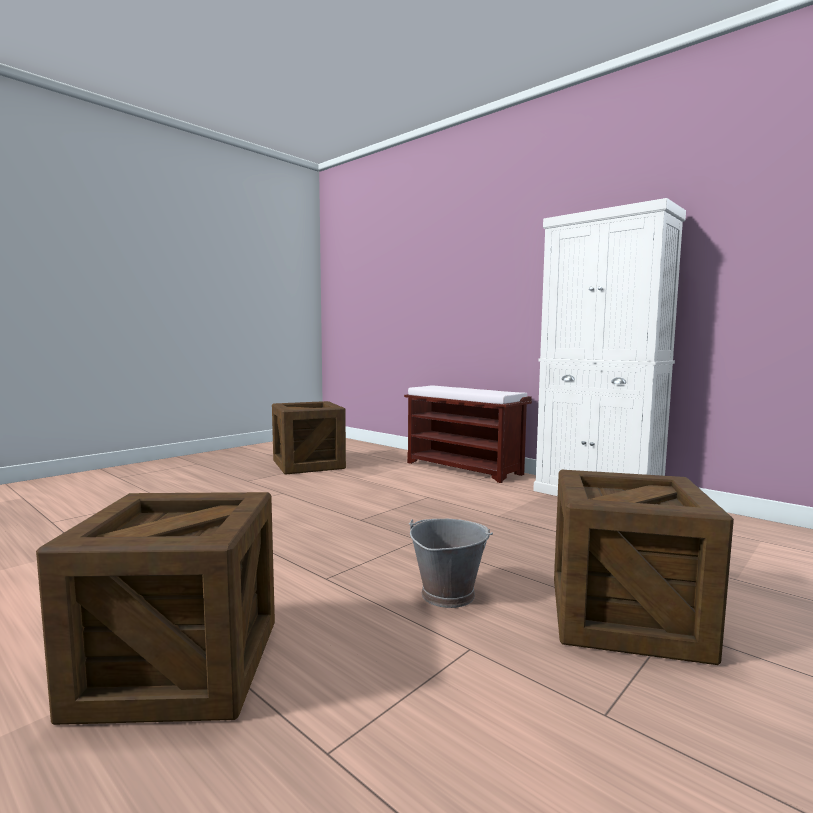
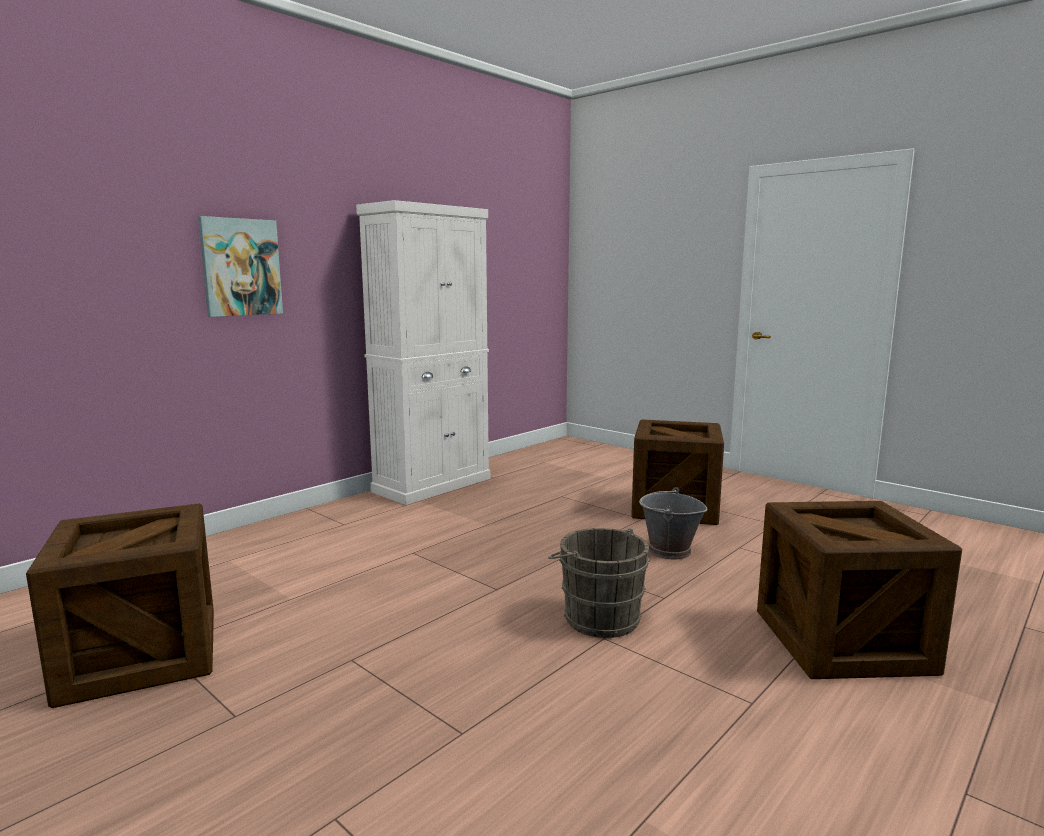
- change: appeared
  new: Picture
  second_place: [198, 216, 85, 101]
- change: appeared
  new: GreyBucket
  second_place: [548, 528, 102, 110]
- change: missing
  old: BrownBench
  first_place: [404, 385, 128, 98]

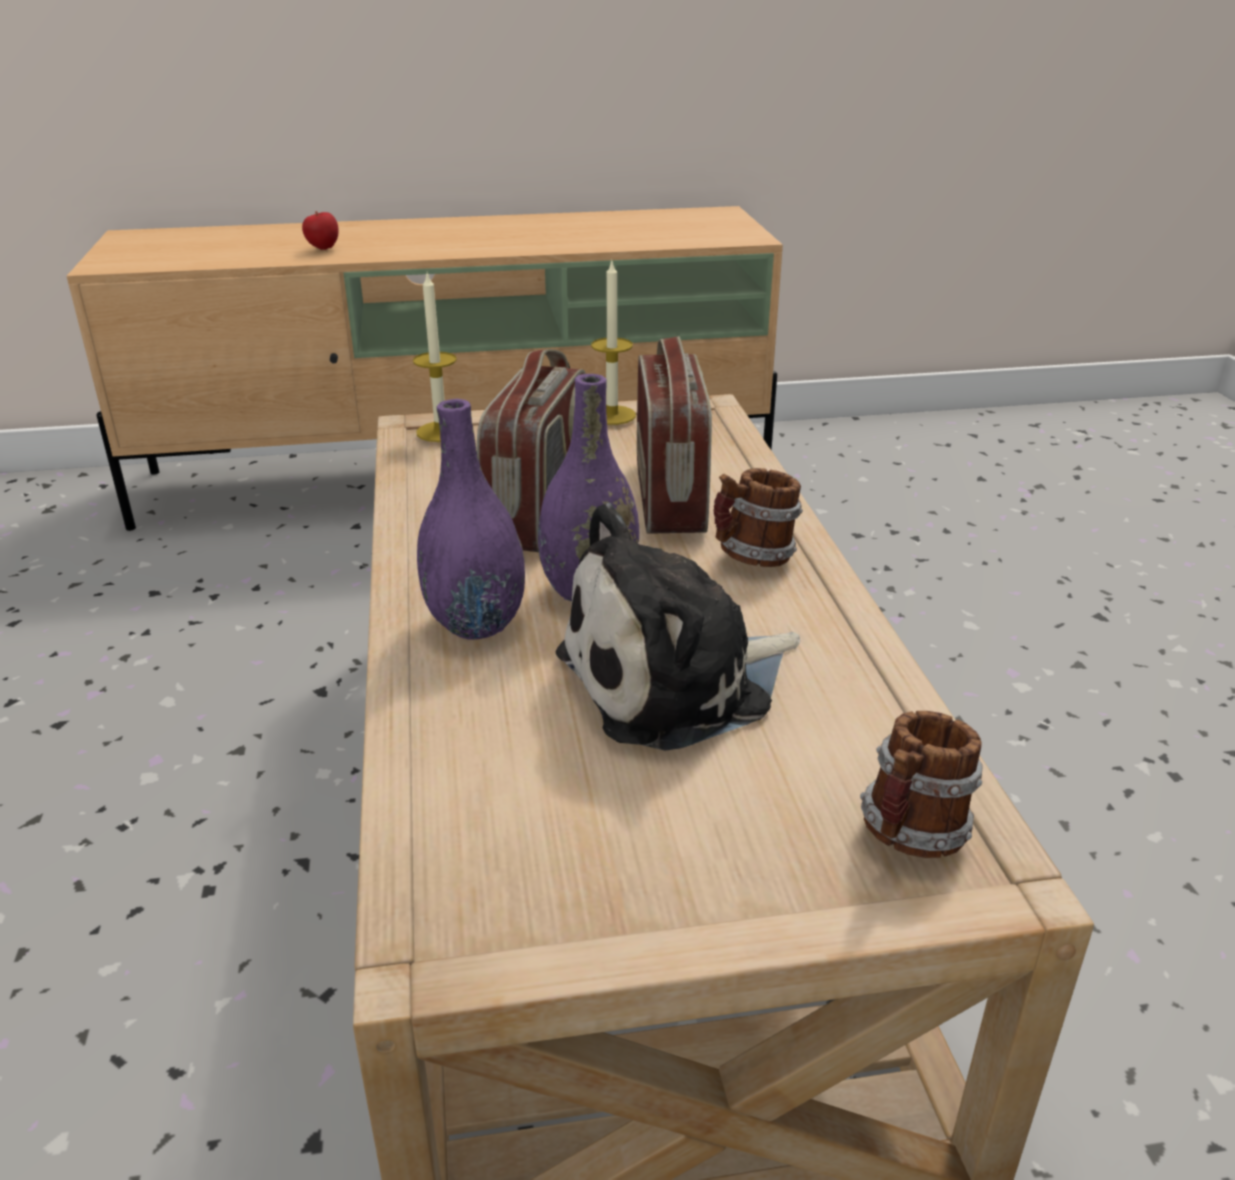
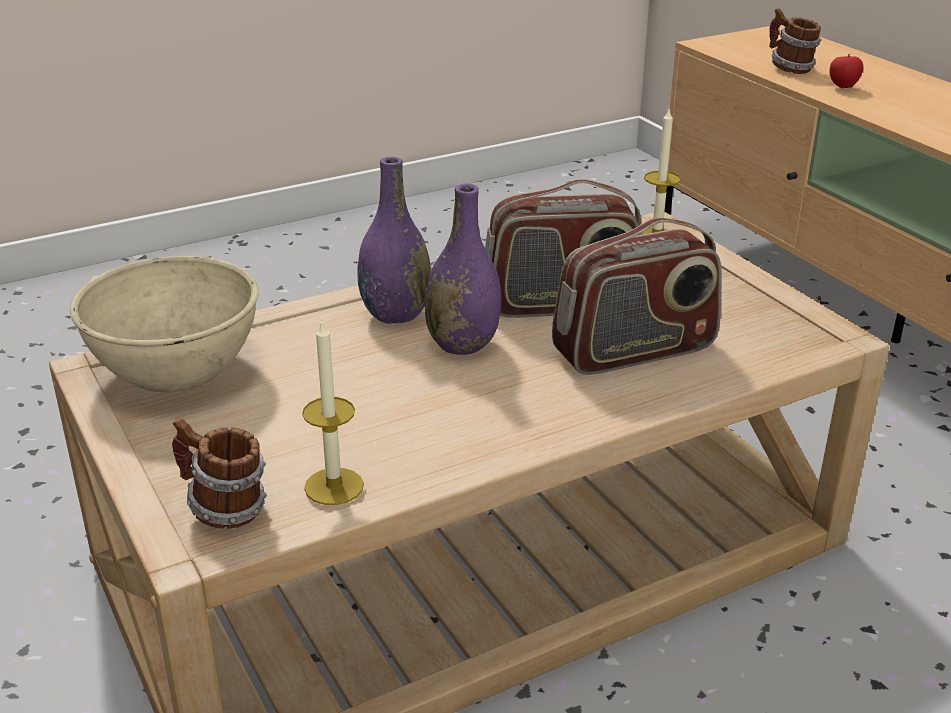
- change: appeared
  new: BeigeBowl
  second_place: [70, 256, 189, 136]
- change: relocated
  old: Candle
  first_place: [591, 260, 45, 165]
  second_place: [302, 322, 62, 183]
- change: relocated
  old: Mug
  first_place: [714, 468, 89, 99]
  second_place: [769, 8, 52, 66]
- change: missing
  old: PlushToy
  first_place: [556, 503, 244, 248]

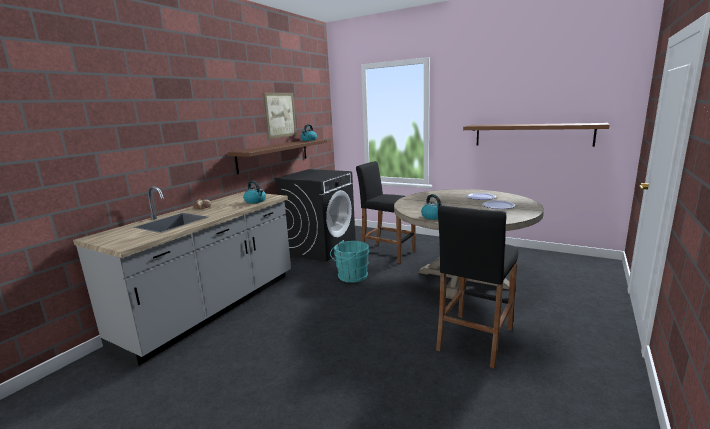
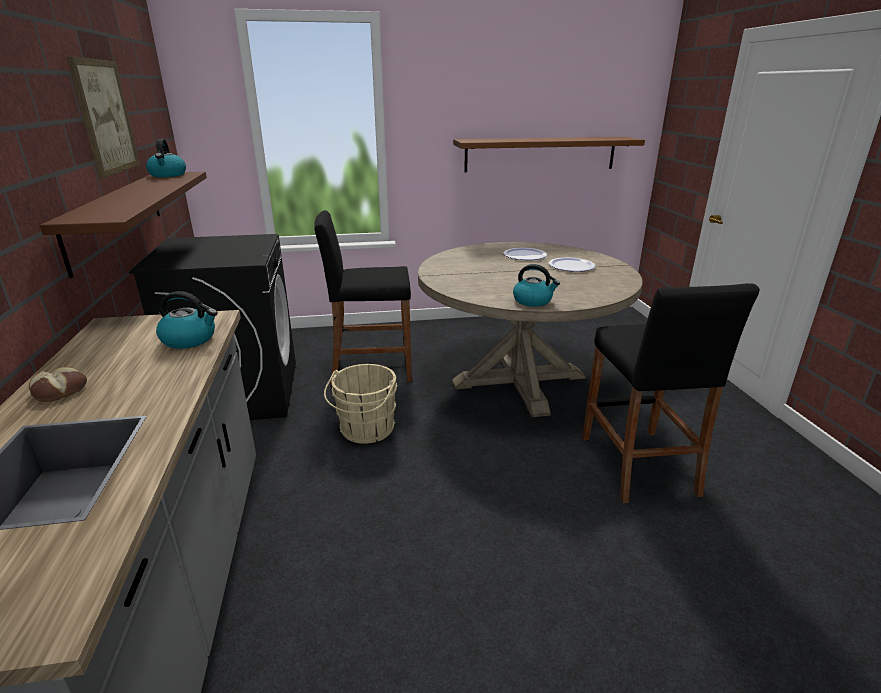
- change: colour
  old: TurquoiseBucket
  new: BeigeBucket
  first_place: [330, 240, 40, 43]
  second_place: [324, 364, 74, 80]

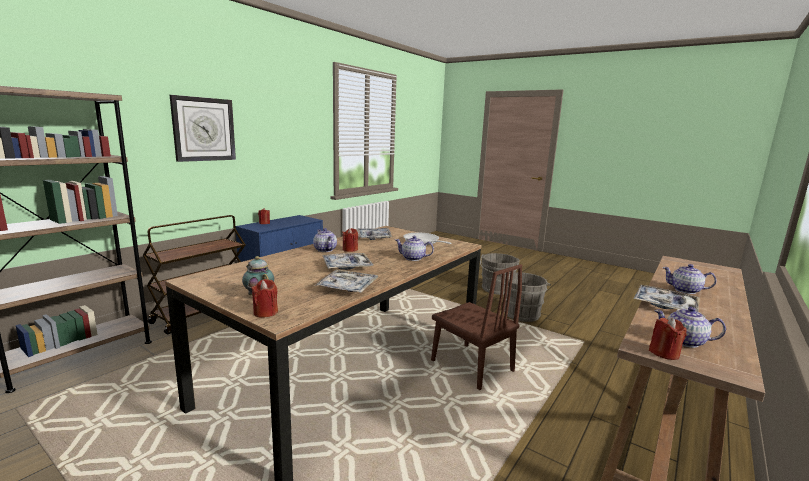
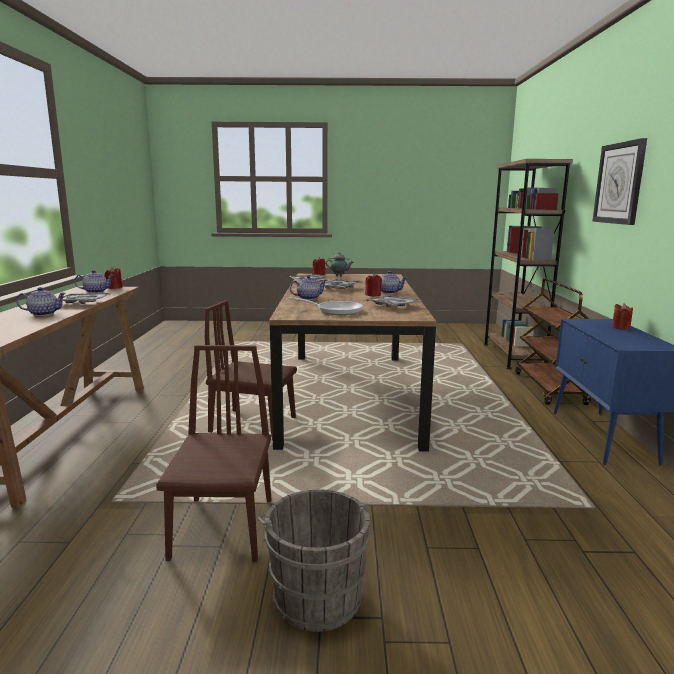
- change: exchanged
  old: GreyBucket
  new: BrownChair
  first_place: [504, 272, 47, 50]
  second_place: [156, 345, 115, 217]

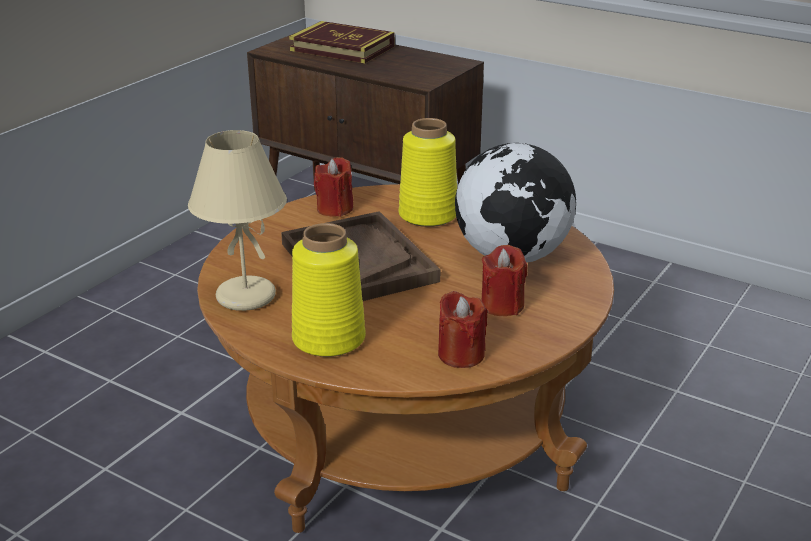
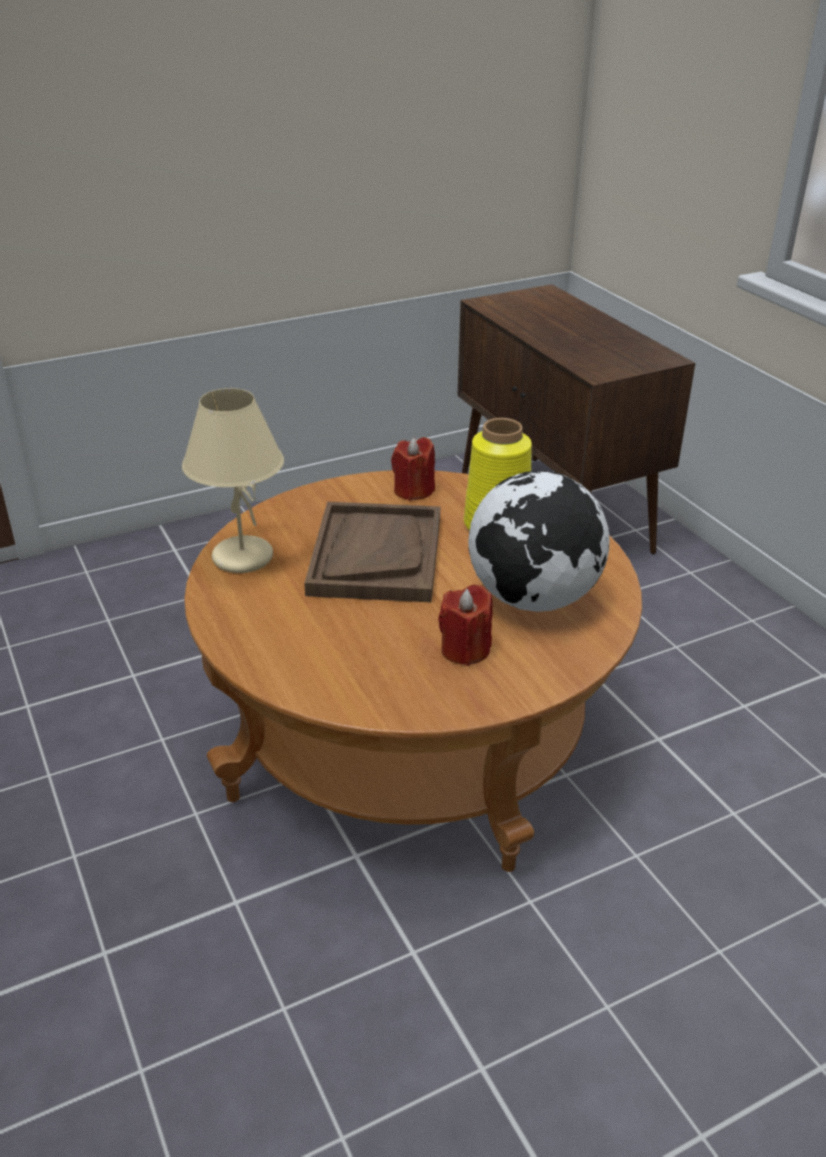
- change: missing
  old: Book
  first_place: [289, 21, 106, 42]
- change: missing
  old: YellowVase
  first_place: [292, 223, 74, 134]
- change: missing
  old: RedCandle
  first_place: [438, 291, 49, 77]

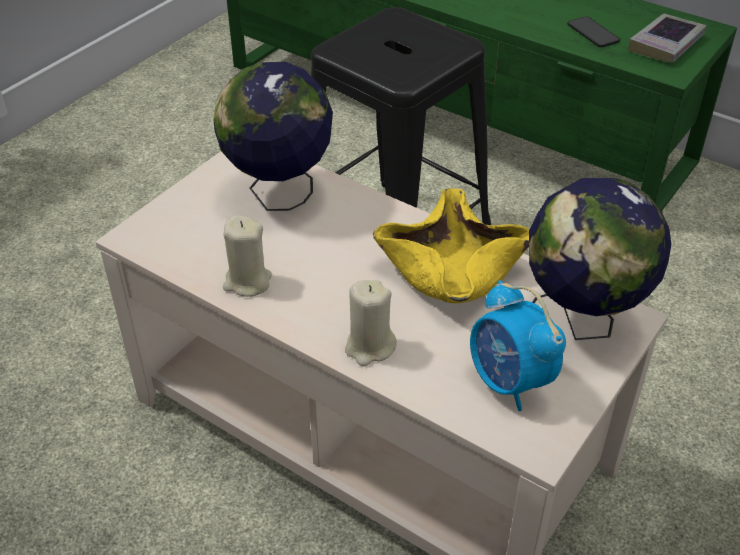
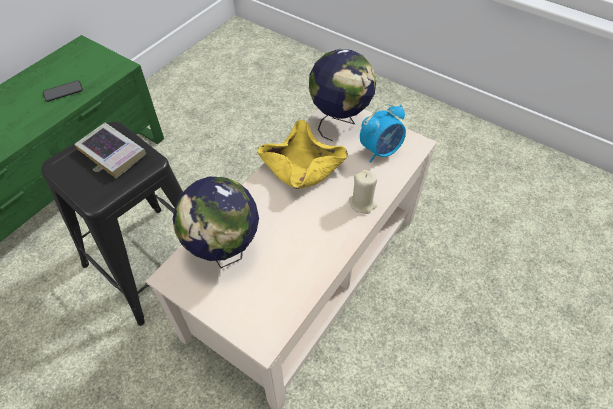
- change: relocated
  old: Book
  first_place: [628, 13, 79, 50]
  second_place: [74, 123, 72, 55]
- change: missing
  old: BeigeCandle
  first_place: [223, 216, 49, 81]

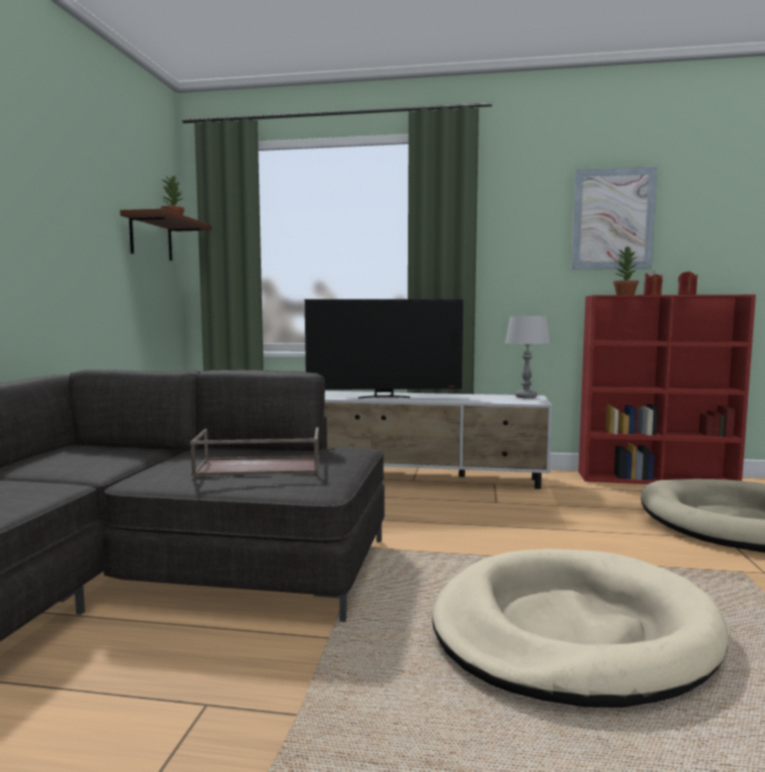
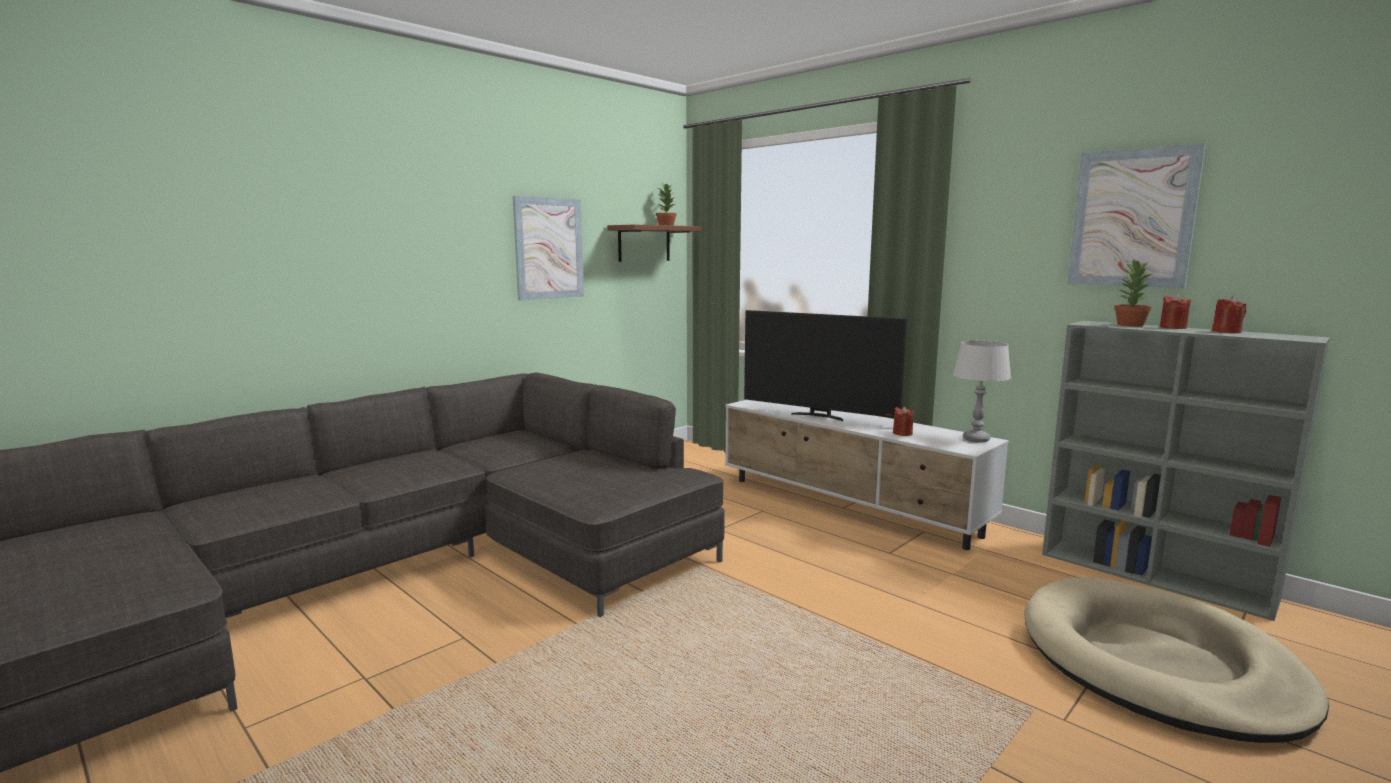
- change: appeared
  new: Picture
  second_place: [513, 196, 71, 104]
- change: appeared
  new: RedCandle
  second_place: [893, 406, 21, 30]
- change: colour
  old: RedBookcase
  new: GreyBookcase
  first_place: [578, 295, 178, 189]
  second_place: [1042, 321, 288, 300]
- change: missing
  old: BrownTray
  first_place: [190, 427, 130, 49]
- change: missing
  old: BeigeDogBed
  first_place: [432, 549, 297, 159]

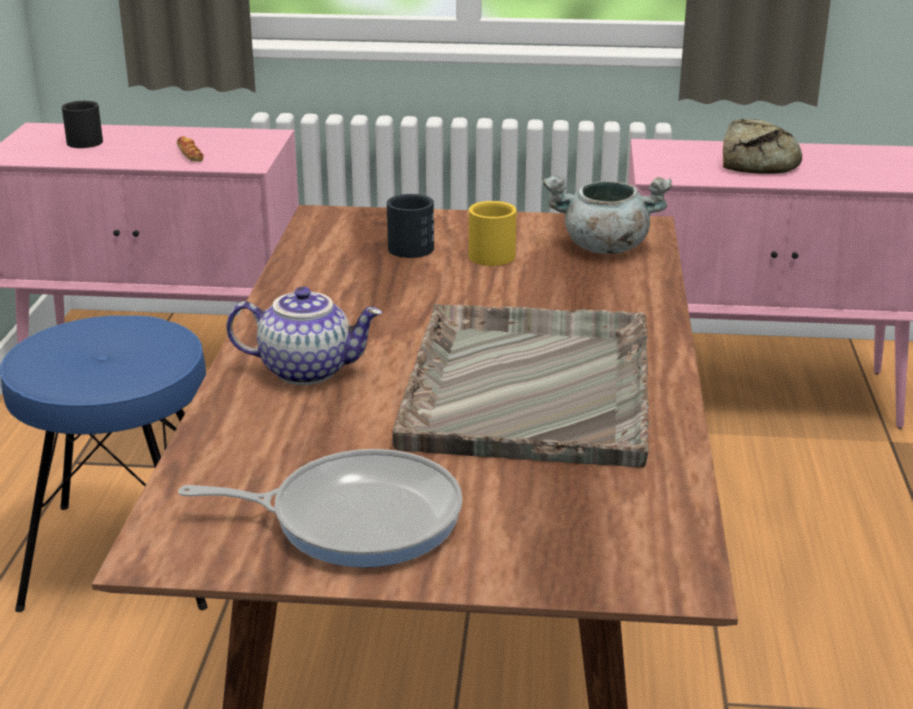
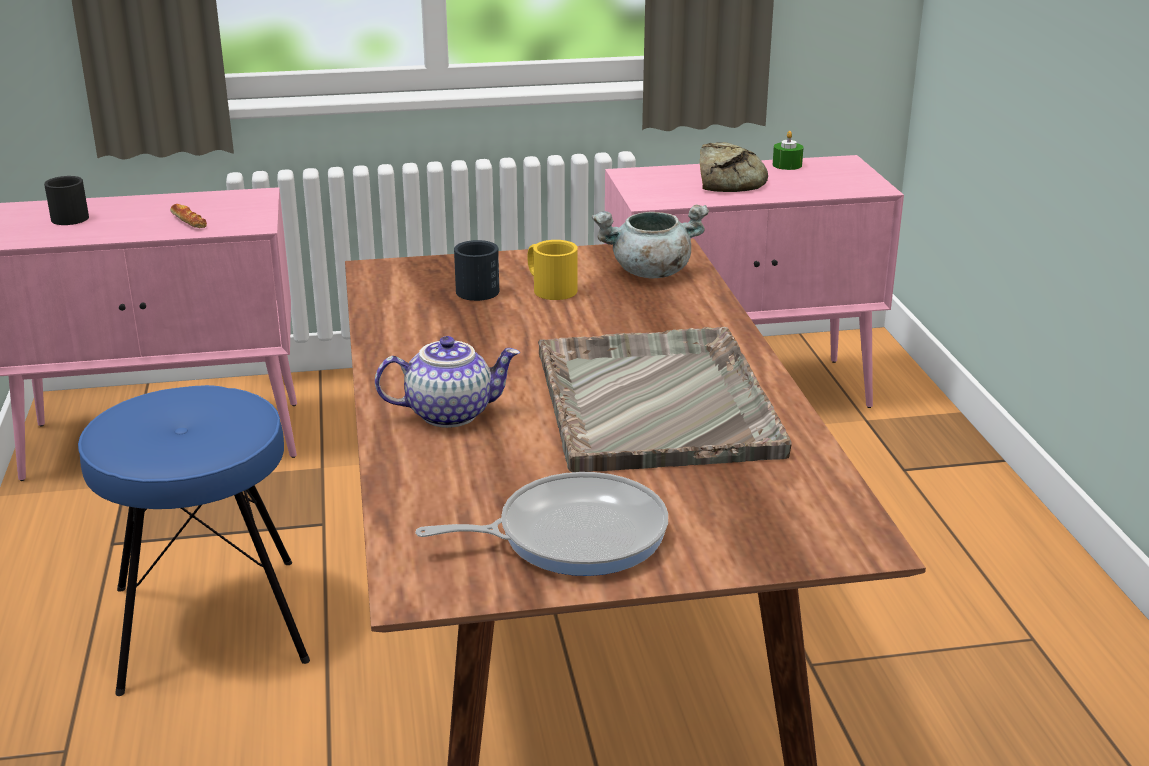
- change: appeared
  new: GreenCandle
  second_place: [773, 131, 31, 39]

